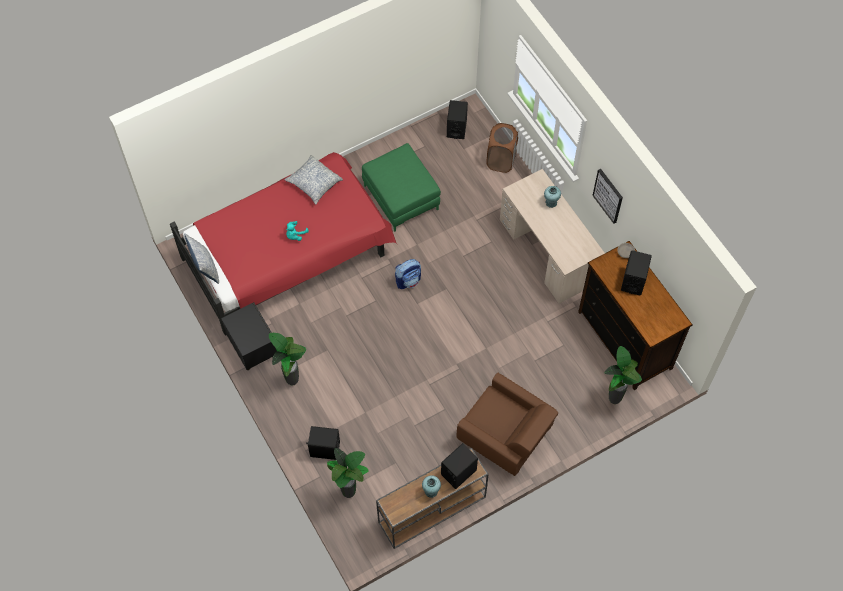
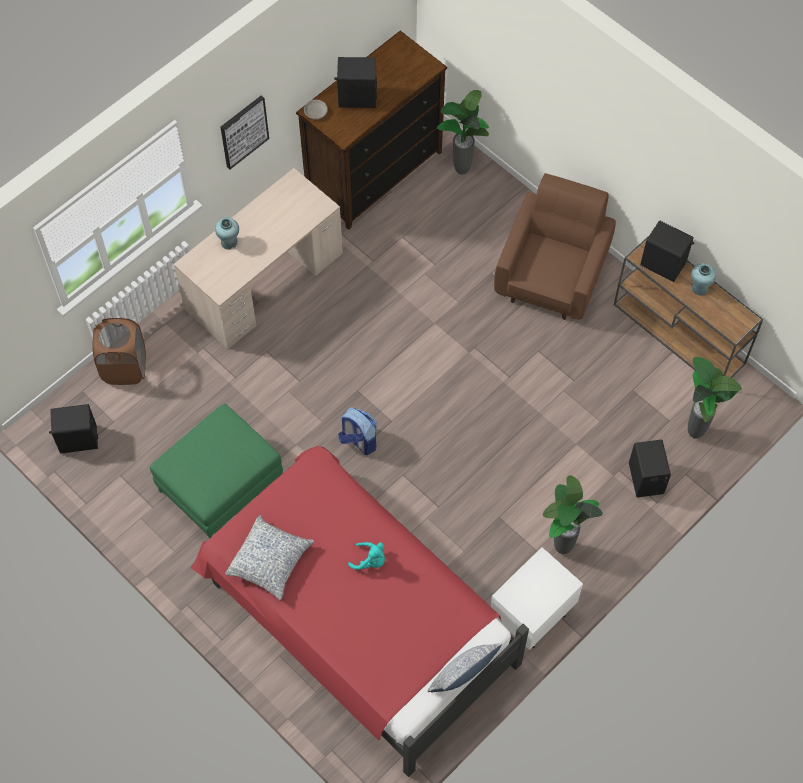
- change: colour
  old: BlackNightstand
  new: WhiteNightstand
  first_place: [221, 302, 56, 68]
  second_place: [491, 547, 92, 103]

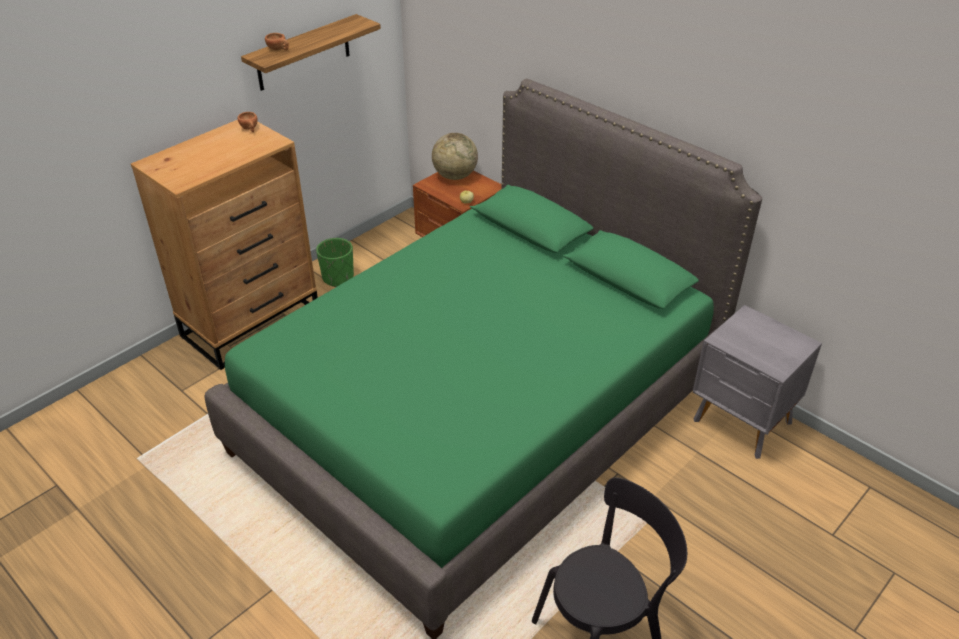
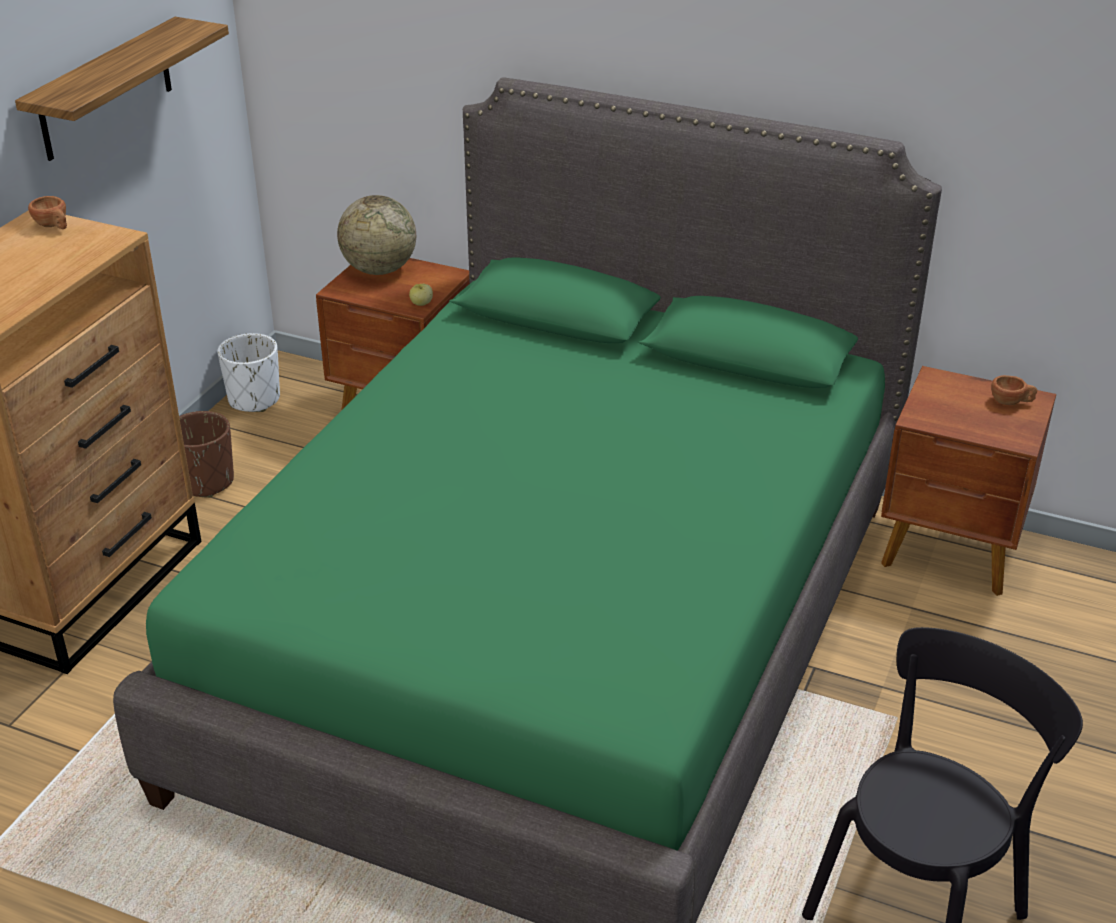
- change: colour
  old: GreenPlanter
  new: BrownPlanter
  first_place: [316, 238, 38, 49]
  second_place: [179, 411, 55, 87]
- change: appeared
  new: WhitePlanter
  second_place: [217, 333, 63, 79]
- change: colour
  old: GreyNightstand
  new: BrownNightstand
  first_place: [693, 305, 129, 154]
  second_place: [881, 366, 175, 230]
- change: relocated
  old: BrownCup
  first_place: [265, 33, 24, 17]
  second_place: [991, 375, 46, 30]

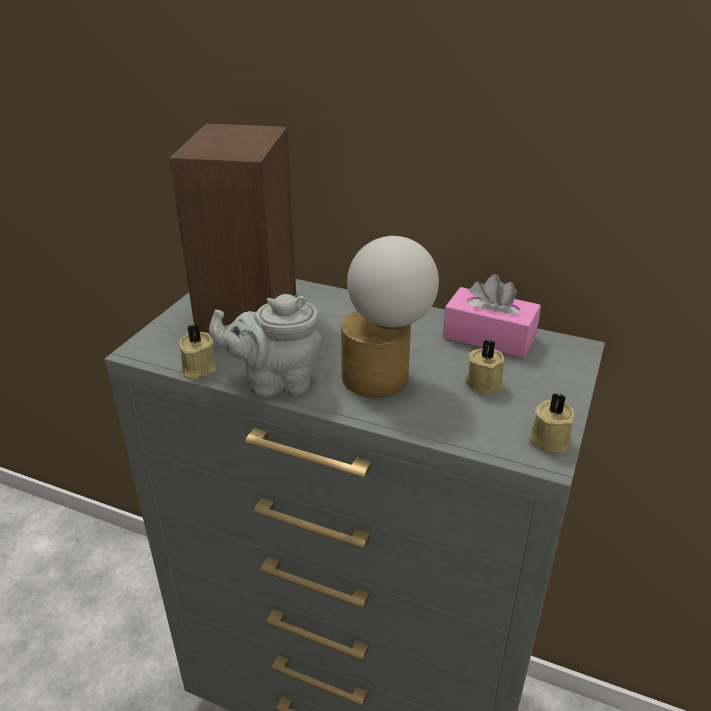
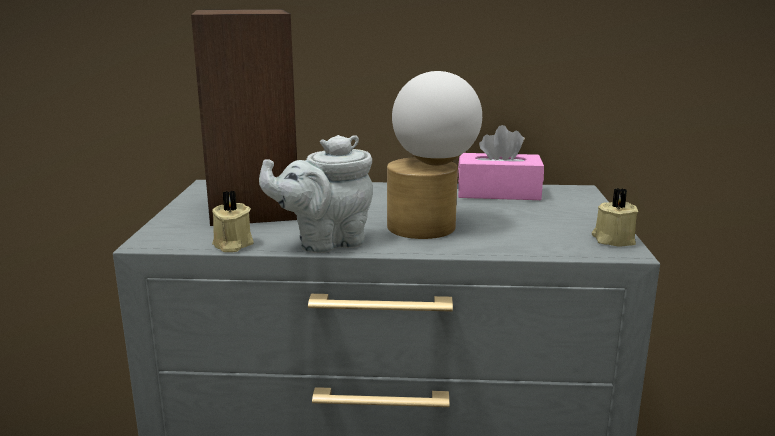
- change: missing
  old: BeigeCandle
  first_place: [465, 340, 39, 55]

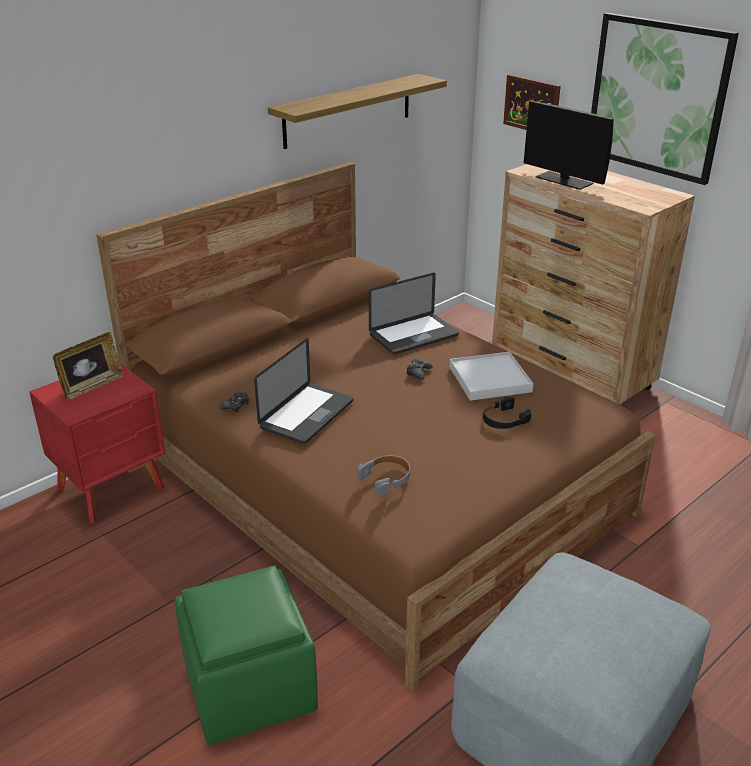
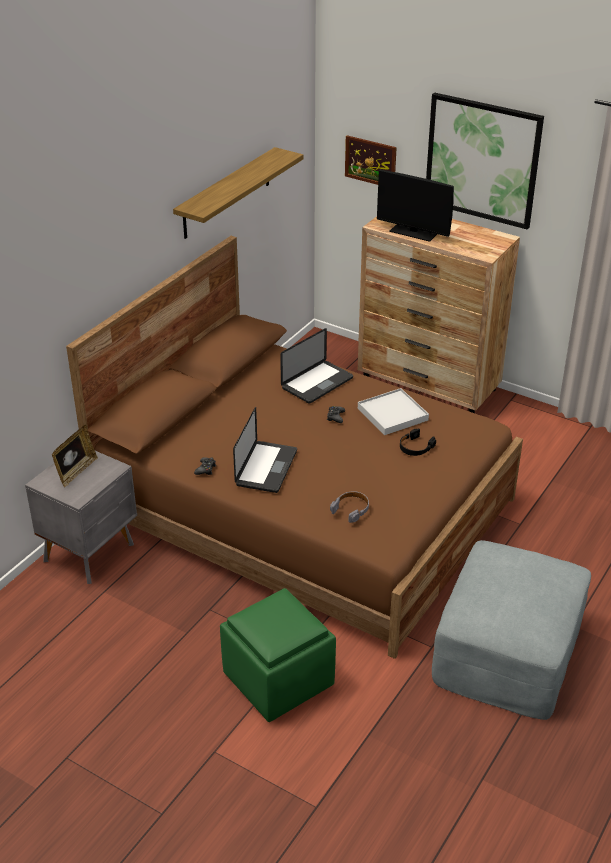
- change: colour
  old: RedNightstand
  new: GreyNightstand
  first_place: [29, 363, 137, 160]
  second_place: [25, 451, 112, 133]

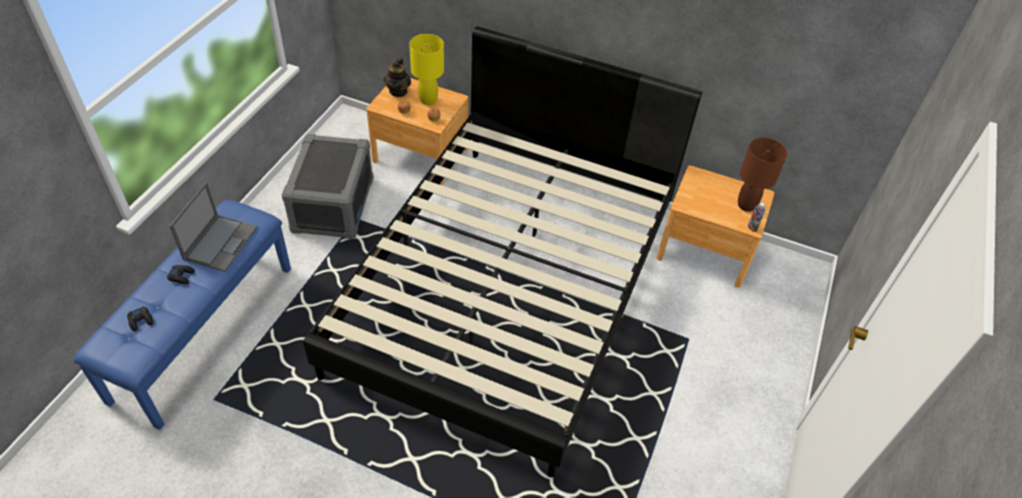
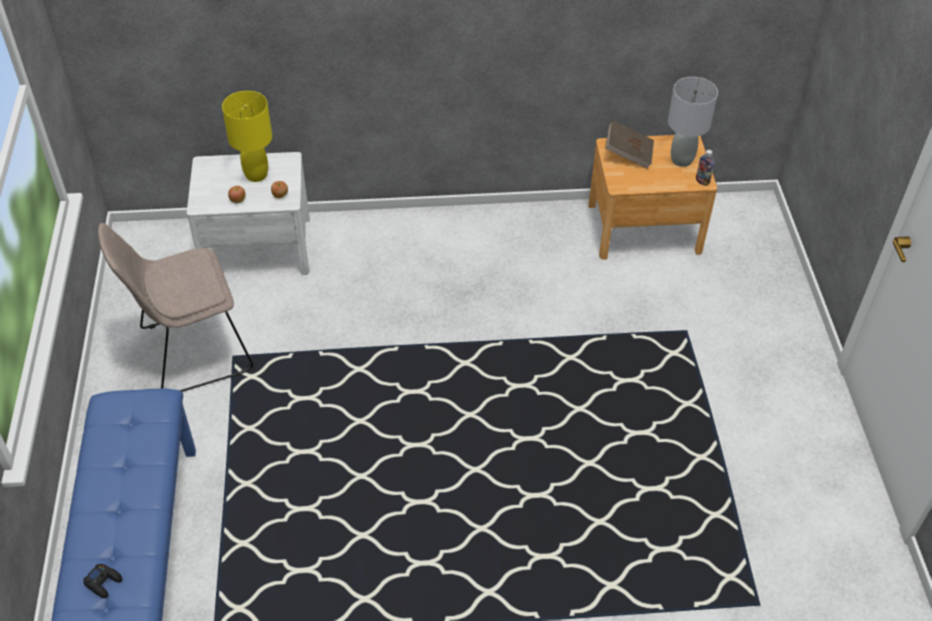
- change: exchanged
  old: GreyStorageBox
  new: BeigeChair
  first_place: [282, 134, 91, 105]
  second_place: [98, 223, 155, 169]
- change: colour
  old: BrownNightstand
  new: WhiteNightstand
  first_place: [366, 78, 102, 107]
  second_place: [187, 152, 123, 123]
- change: appeared
  new: BrownBook
  second_place: [605, 120, 49, 49]
- change: colour
  old: BrownTableLamp
  new: GreyTableLamp
  first_place: [738, 137, 50, 75]
  second_place: [668, 77, 50, 90]
- change: missing
  old: BlackGameController
  first_place: [167, 265, 28, 19]
- change: missing
  old: Laptop
  first_place: [170, 182, 87, 90]
- change: missing
  old: BlackBed
  first_place: [303, 26, 399, 451]
- change: missing
  old: Teapot
  first_place: [384, 58, 27, 39]

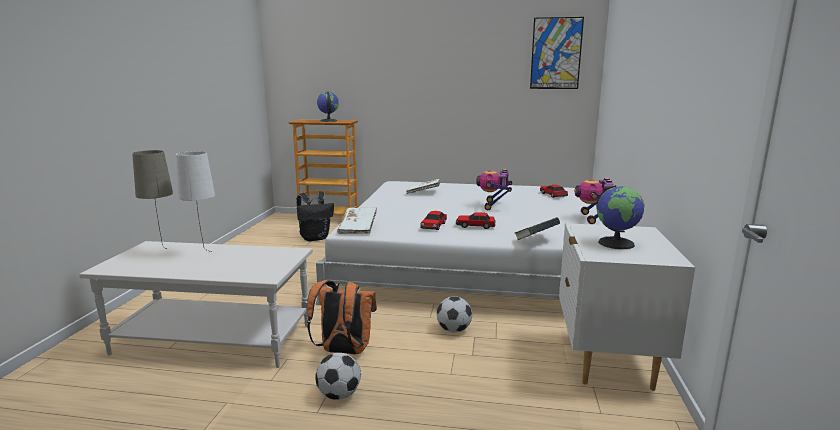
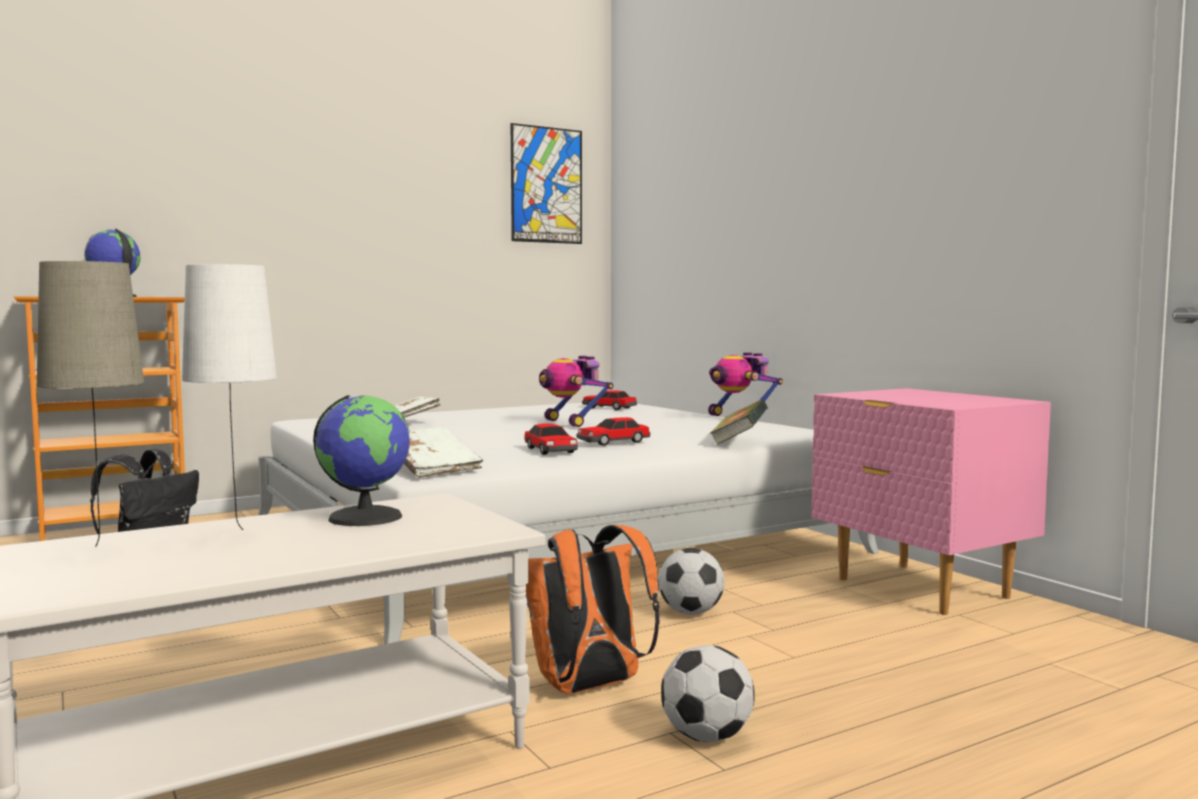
- change: relocated
  old: Globe
  first_place: [596, 185, 49, 64]
  second_place: [313, 395, 97, 131]
- change: colour
  old: WhiteNightstand
  new: PinkNightstand
  first_place: [559, 223, 136, 168]
  second_place: [811, 388, 240, 227]

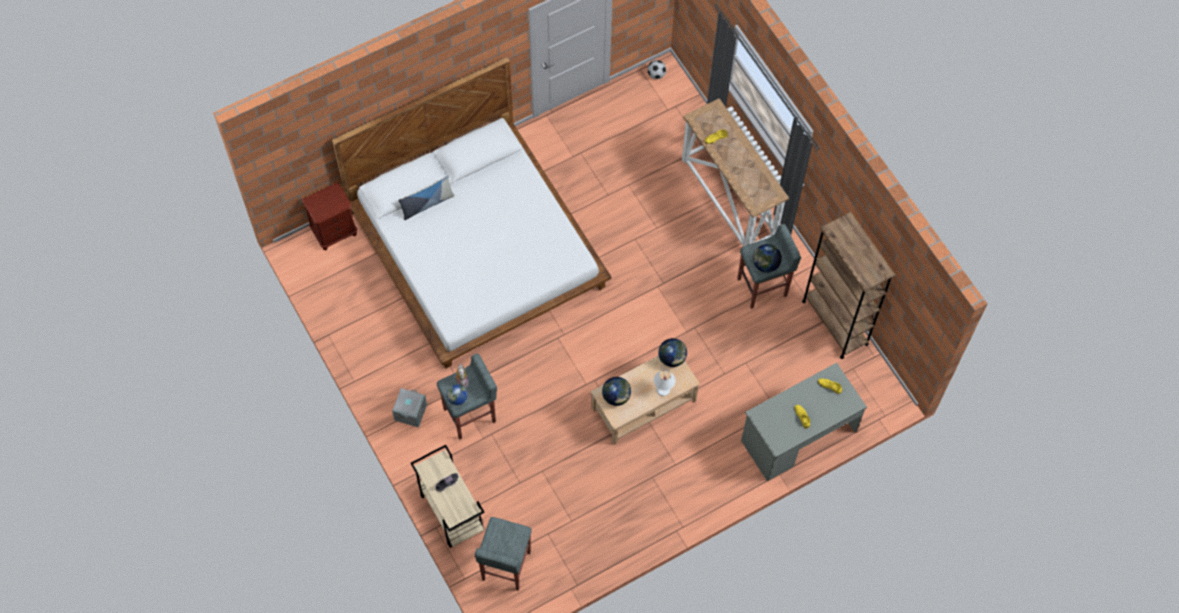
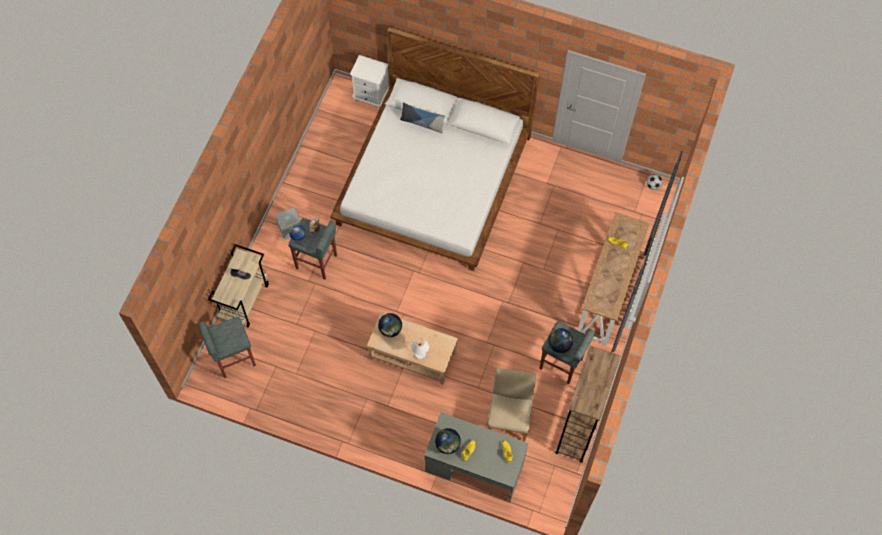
- change: colour
  old: BrownNightstand
  new: WhiteNightstand
  first_place: [302, 182, 55, 69]
  second_place: [350, 55, 39, 54]
- change: relocated
  old: Globe
  first_place: [658, 338, 29, 29]
  second_place: [435, 428, 26, 26]
- change: appeared
  new: BeigeChair
  second_place: [487, 368, 50, 73]

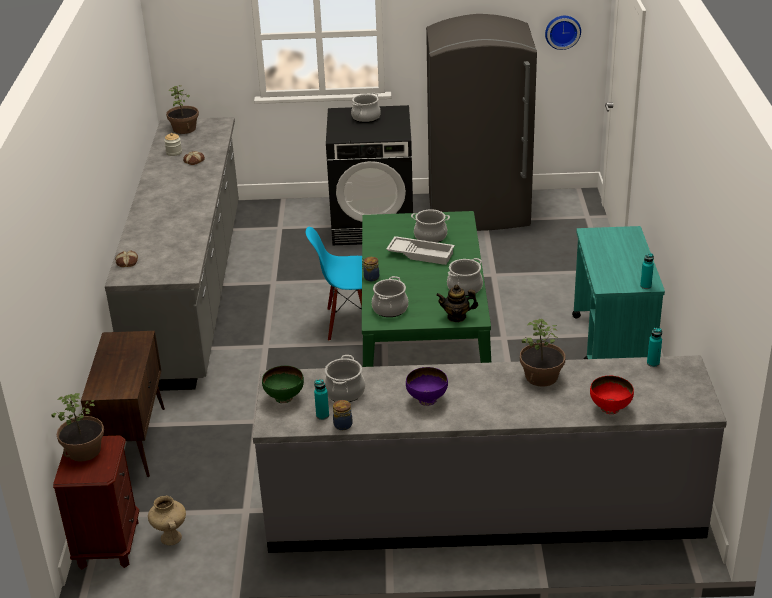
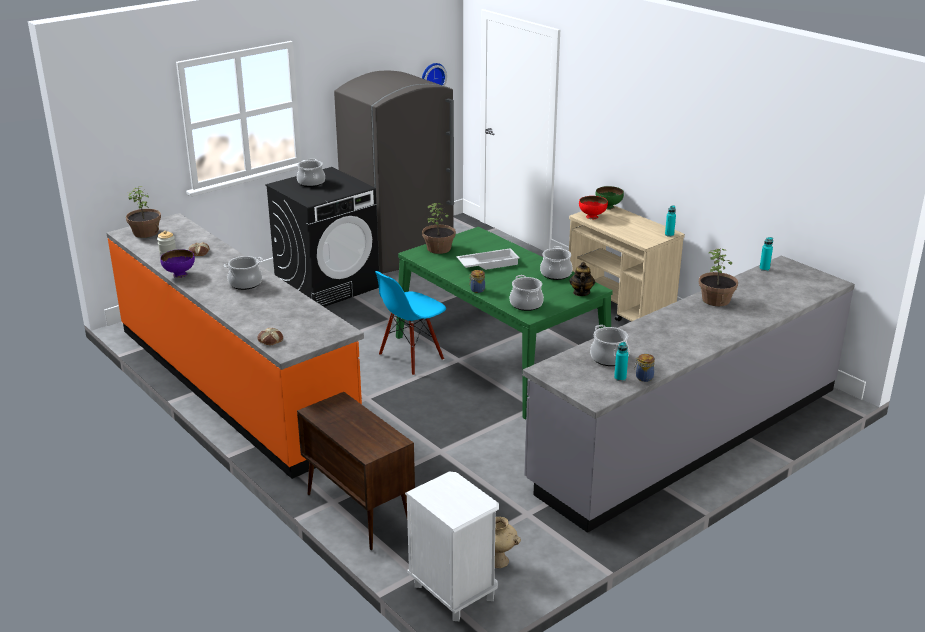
- change: colour
  old: GreyCounter
  new: OrangeCounter
  first_place: [105, 117, 134, 274]
  second_place: [106, 213, 258, 266]
- change: relocated
  old: PurpleBowl
  first_place: [406, 367, 42, 39]
  second_place: [160, 249, 35, 29]
- change: relocated
  old: CookingPot
  first_place: [411, 209, 39, 34]
  second_place: [224, 256, 39, 34]
- change: colour
  old: BrownNightstand
  new: WhiteNightstand
  first_place: [53, 436, 86, 133]
  second_place: [405, 472, 94, 149]
- change: relocated
  old: PottedPlant
  first_place: [51, 393, 53, 69]
  second_place: [422, 203, 34, 51]
- change: colour
  old: TurquoiseCart
  new: BeigeCart
  first_place: [572, 226, 93, 133]
  second_place: [569, 205, 116, 116]
- change: spun
  old: Teapot
  first_place: [436, 285, 42, 37]
  second_place: [570, 262, 25, 34]
  degrees: 135
- change: relocated
  old: RedBowl
  first_place: [590, 376, 44, 38]
  second_place: [579, 196, 29, 23]
- change: relocated
  old: GreenBowl
  first_place: [262, 366, 42, 37]
  second_place: [595, 186, 29, 24]

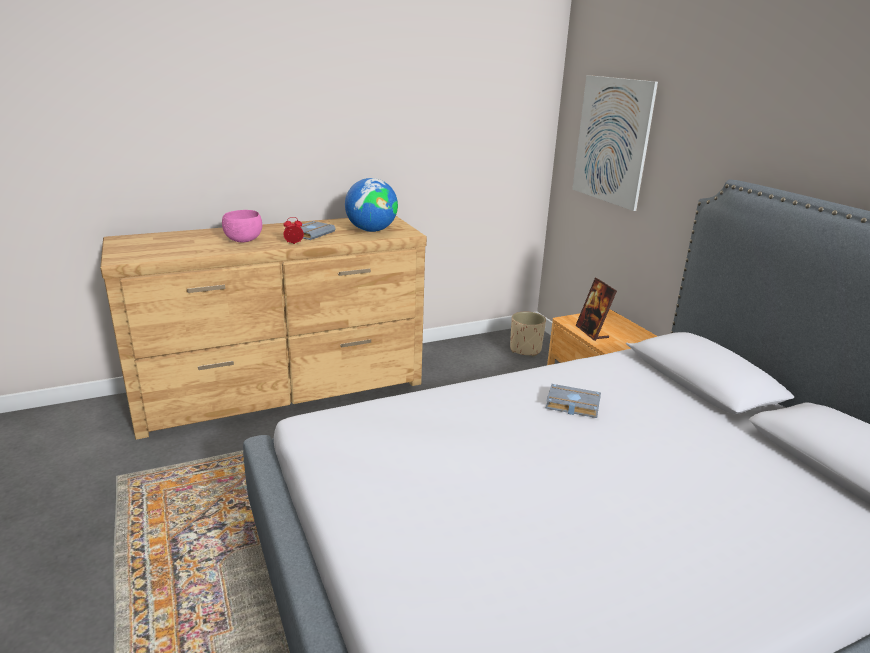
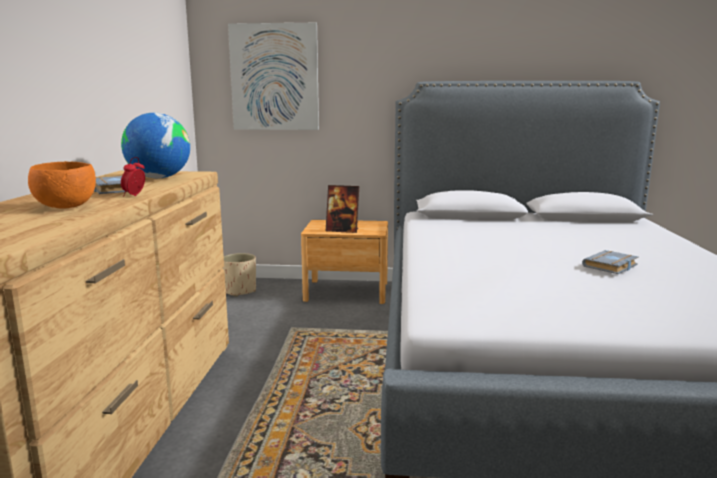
- change: colour
  old: PinkBowl
  new: OrangeBowl
  first_place: [222, 210, 40, 32]
  second_place: [28, 161, 68, 48]
- change: relocated
  old: GreyBook
  first_place: [546, 384, 55, 34]
  second_place: [582, 250, 57, 24]

